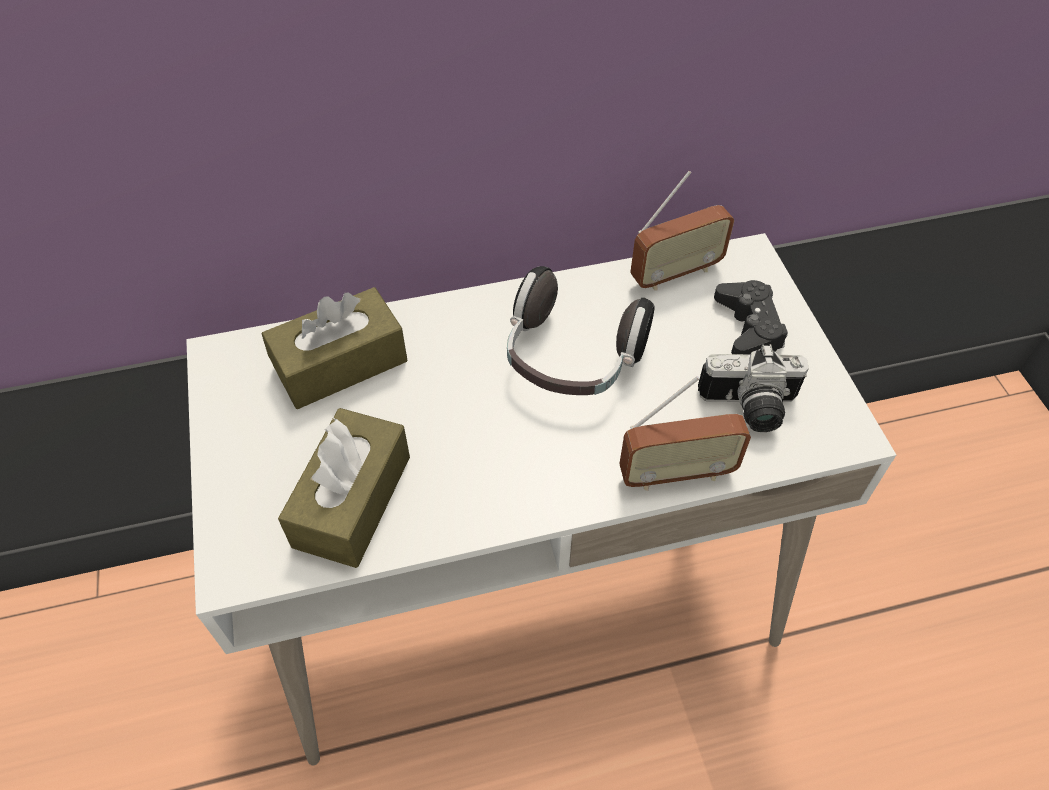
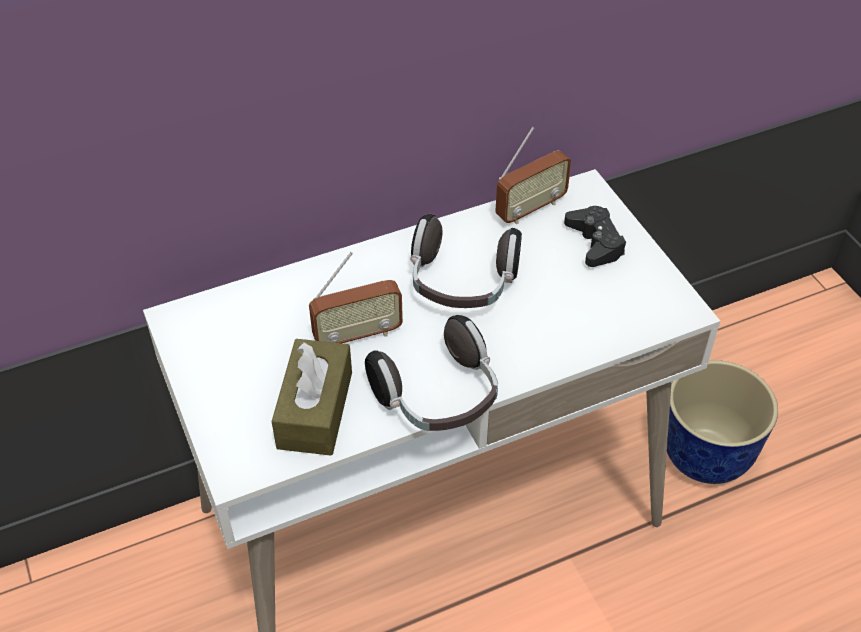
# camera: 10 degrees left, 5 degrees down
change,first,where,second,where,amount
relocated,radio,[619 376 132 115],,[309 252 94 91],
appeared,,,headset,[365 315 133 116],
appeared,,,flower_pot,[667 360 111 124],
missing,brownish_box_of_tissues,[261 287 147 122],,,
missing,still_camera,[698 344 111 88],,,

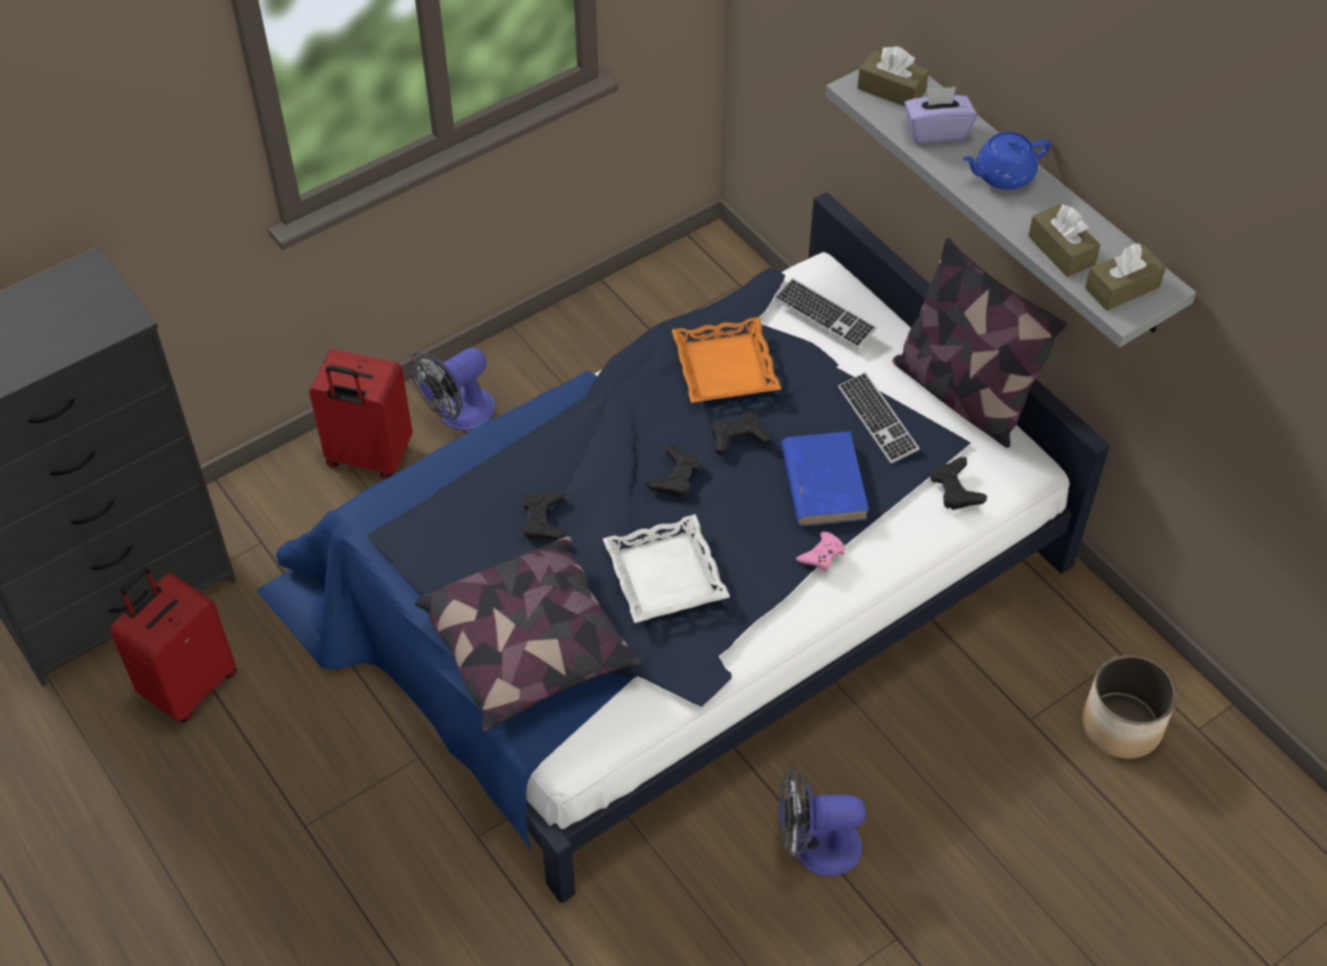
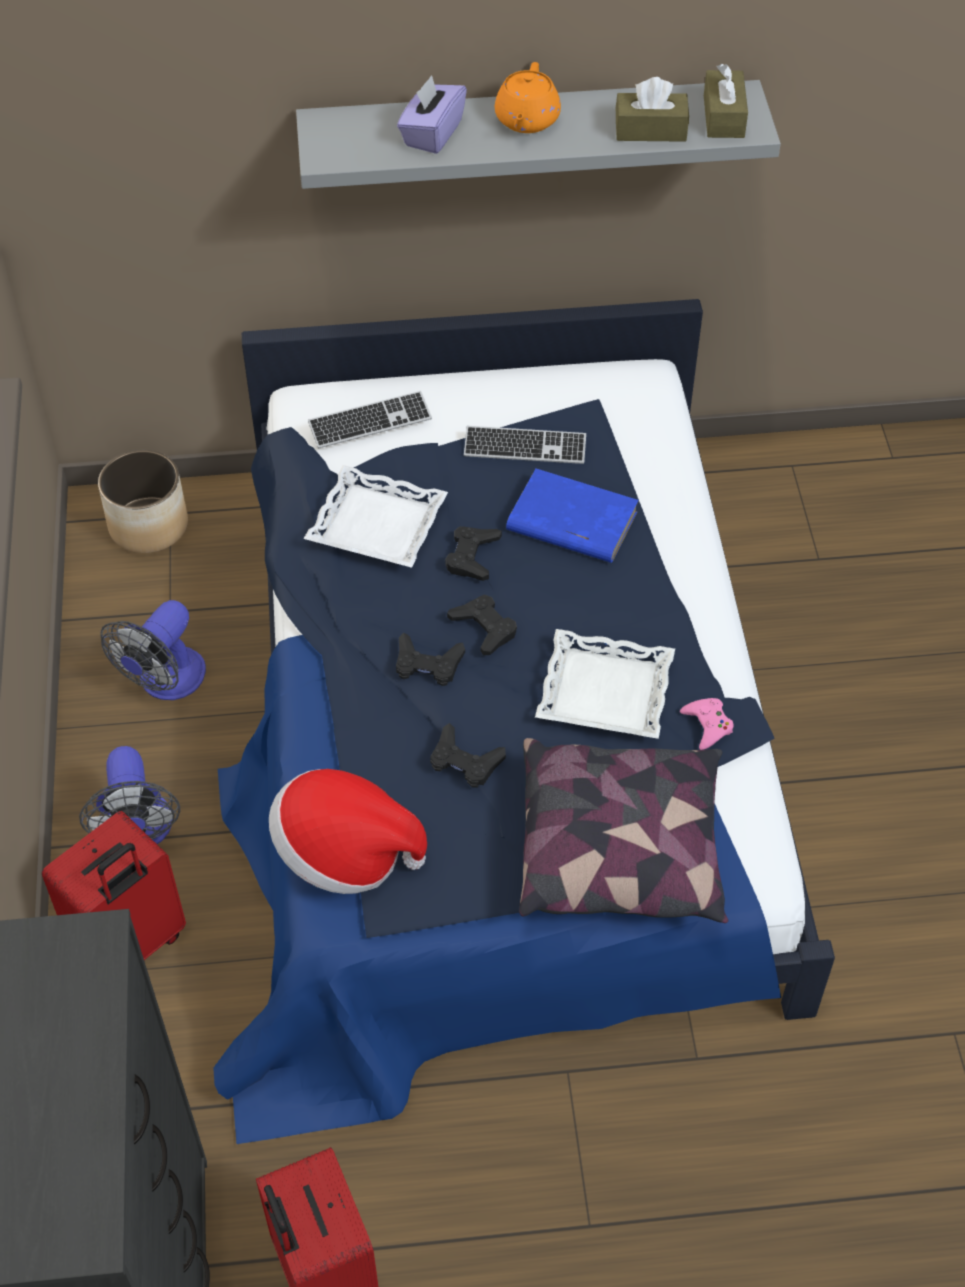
# camera: 60 degrees left, 0 degrees up
change,first,where,second,where,amount
relocated,flower_pot,[1082 654 95 105],,[98 450 90 103],
relocated,cooling_fan,[779 767 87 109],,[101 600 105 100],
appeared,,,hat,[269 769 158 125],
colour,orange_serving_tray,[672 317 109 86],whitish_serving_tray,[304 465 144 103],
relocated,black_game_controller,[931 457 56 53],,[396 633 69 53],
colour,blue_teapot,[962 132 89 58],orange_teapot,[495 62 66 71],
relocated,pink-coloured_game_controller,[796 531 49 41],,[680 698 54 52],
missing,brownish_box_of_tissues,[857 46 72 60],,,
missing,pillow,[892 238 176 210],,,

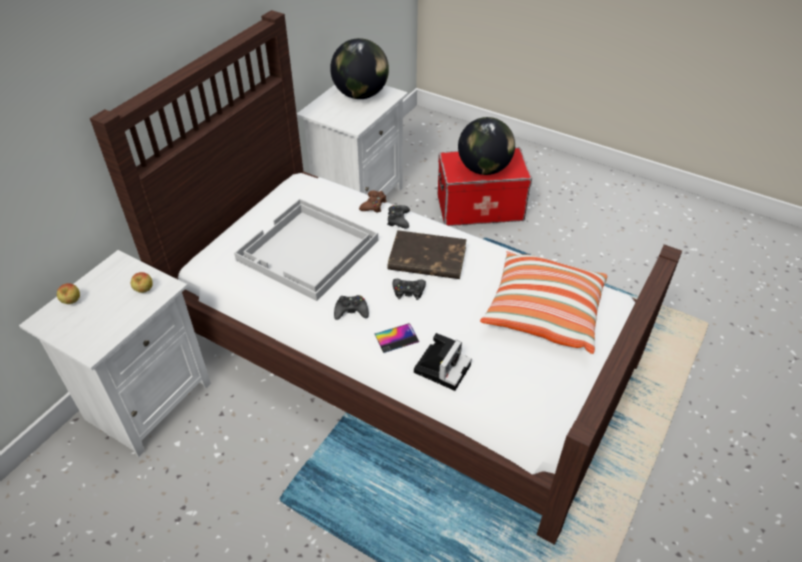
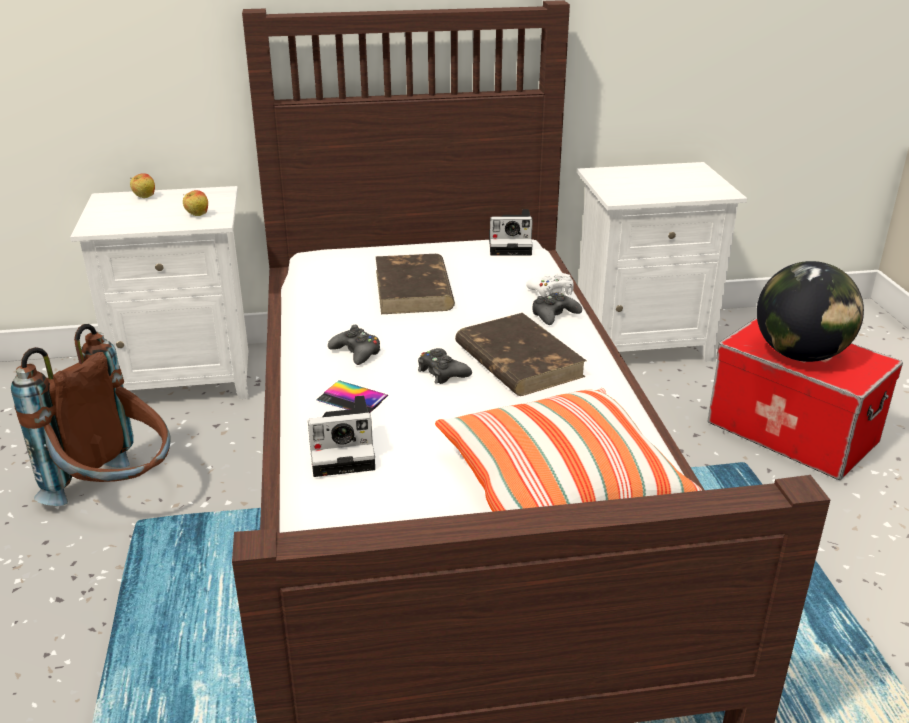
# camera: 50 degrees right, 15 degrees down
change,first,where,second,where,amount
appeared,,,brownish_rucksack,[11 324 159 182],
exchanged,whitish_serving_tray,[234 199 144 102],brownish_bound_book,[376 254 79 60],
appeared,,,still_camera,[489 209 44 47],
colour,brownish_game_controller,[359 191 28 22],whitish_game_controller,[526 273 48 24],
missing,globe,[330 38 59 61],,,

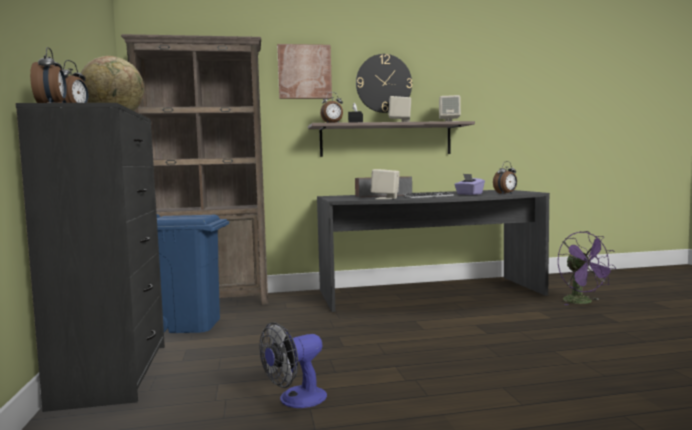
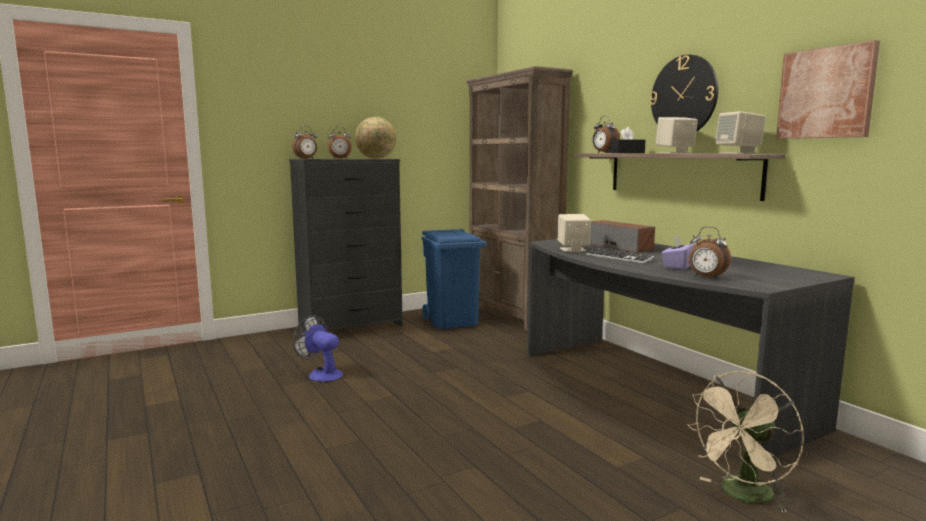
# camera: 70 degrees right, 5 degrees up
change,first,where,second,where,amount
colour,purple_cooling_fan,[558 231 58 74],sand-coloured_cooling_fan,[687 371 117 142],
relocated,picture,[277 44 55 55],,[776 40 104 99],

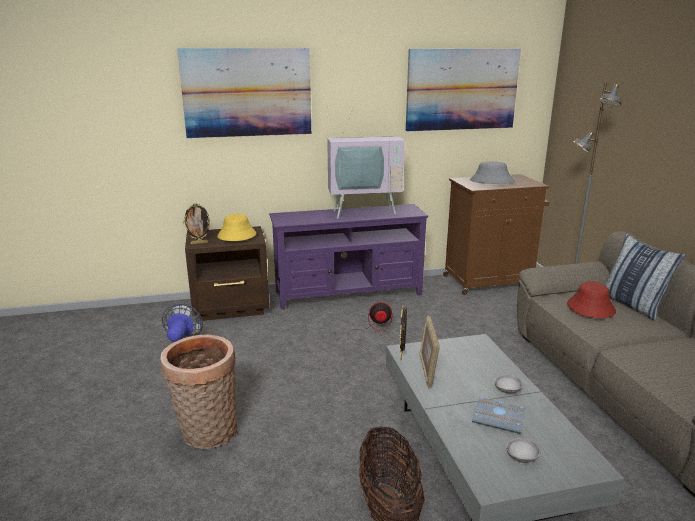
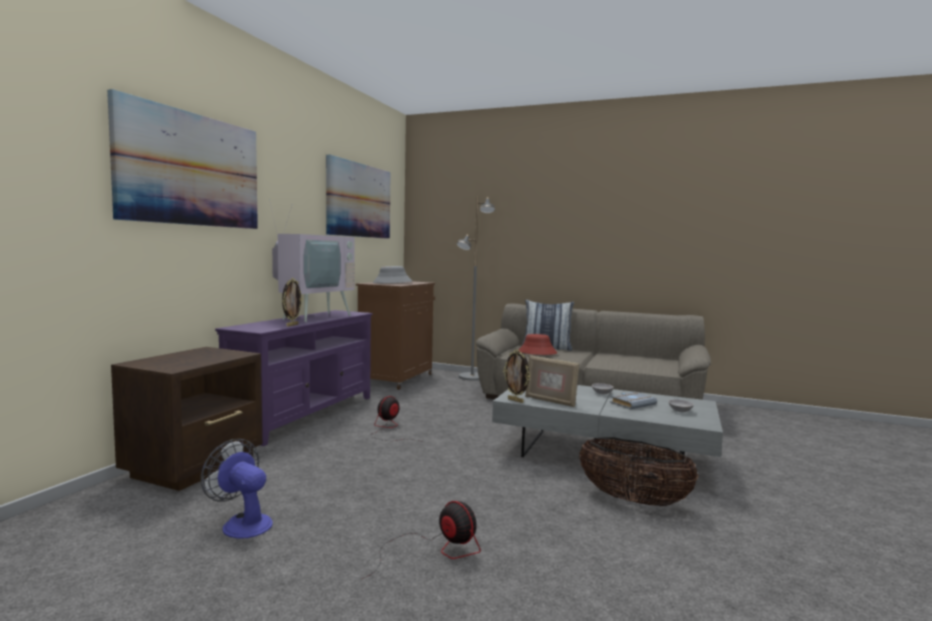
# camera: 55 degrees left, 15 degrees down
change,first,where,second,where,amount
relocated,photo_frame,[183 203 29 41],,[282 278 21 49],
exchanged,basket,[161 335 76 114],cooling_fan,[361 501 120 79],
missing,yellowish_hat,[217 214 39 27],,,

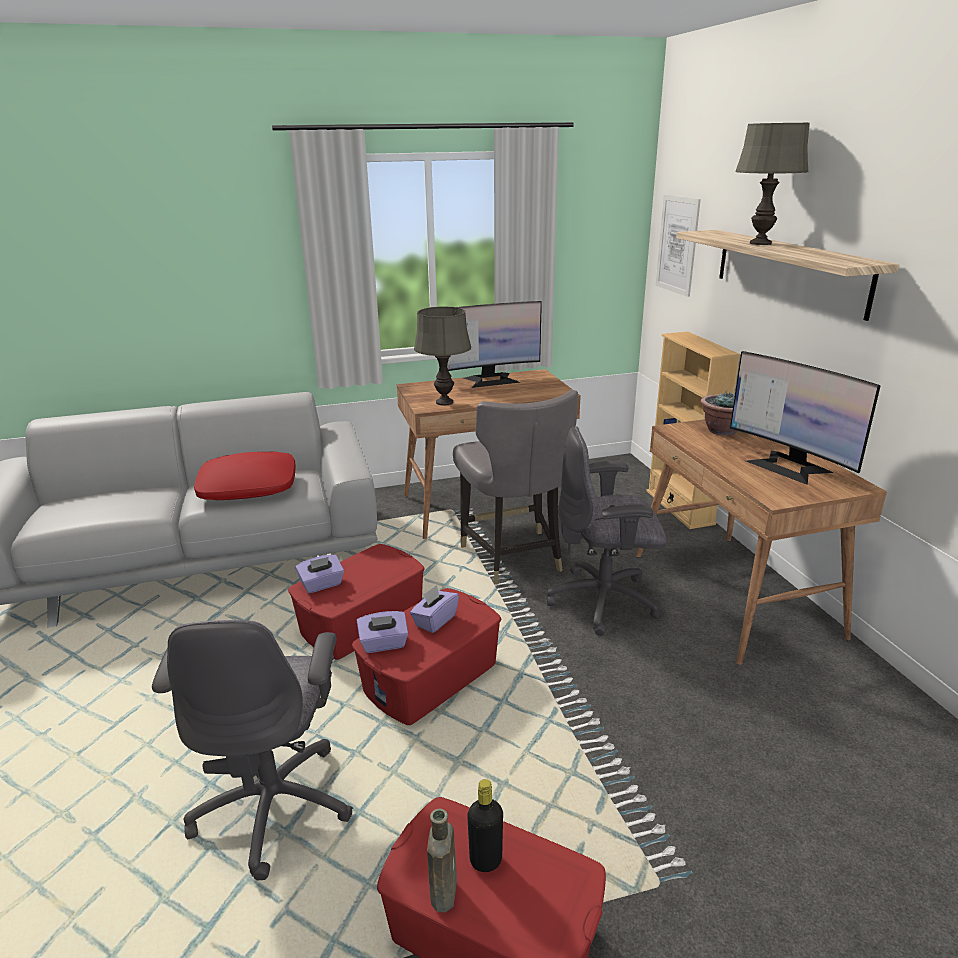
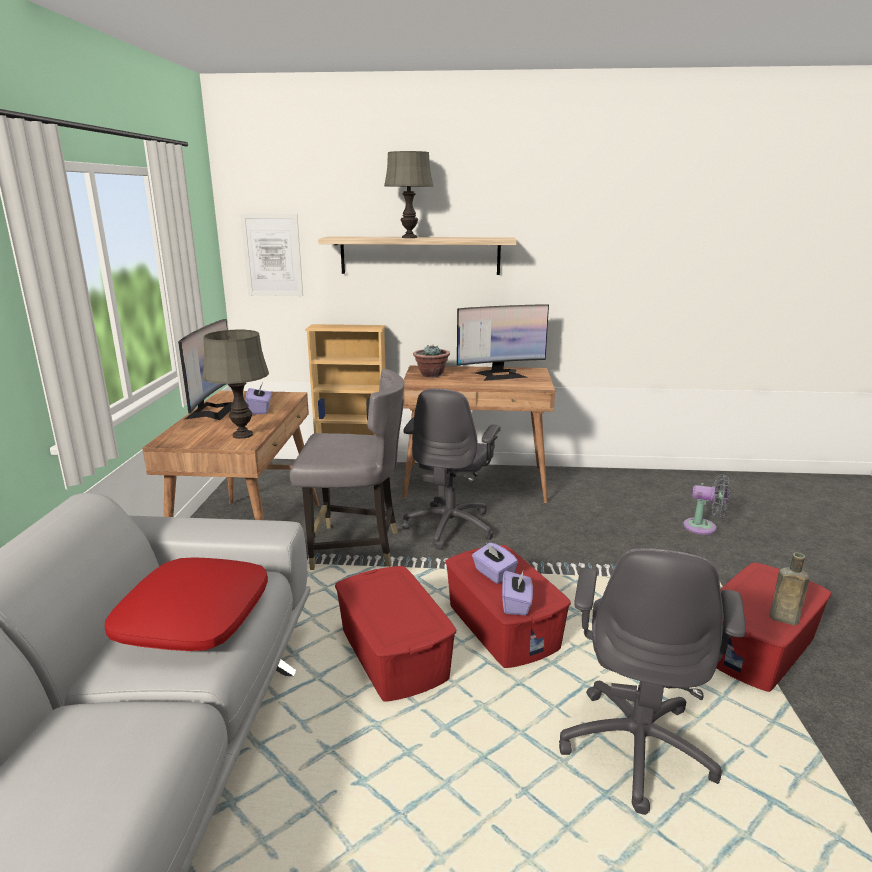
# camera: 70 degrees left, 5 degrees down
change,first,where,second,where,amount
relocated,purple_box_of_tissues,[295 555 49 38],,[246 383 25 32],
spun,greyish_computer_chair,[152 620 201 260],,[559 548 187 267],90 degrees clockwise
appeared,,,greyish_cooling_fan,[683 474 47 61],
missing,black_drink_bottle,[467 779 36 93],,,

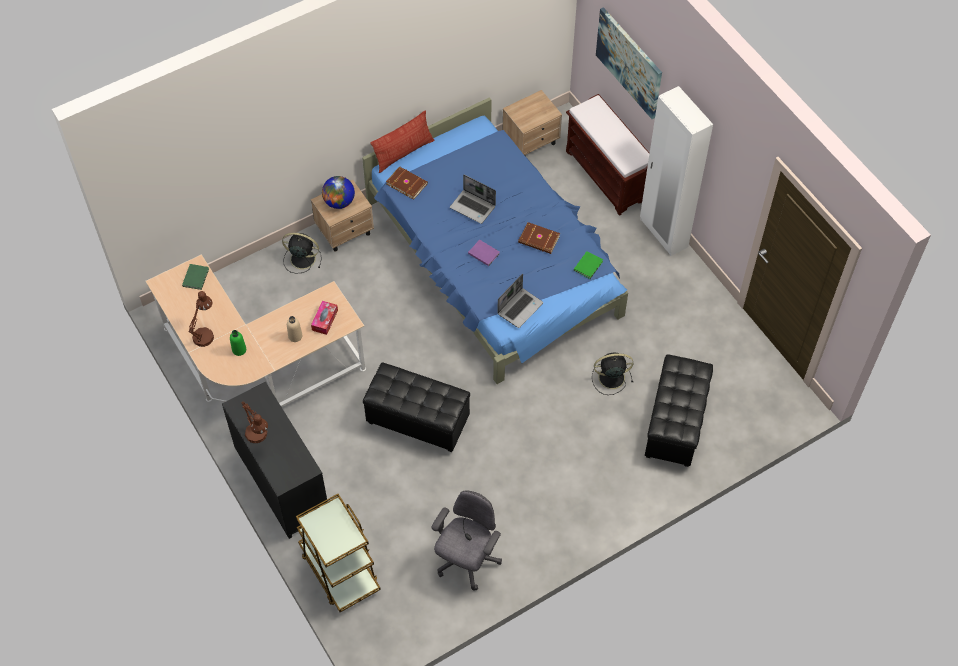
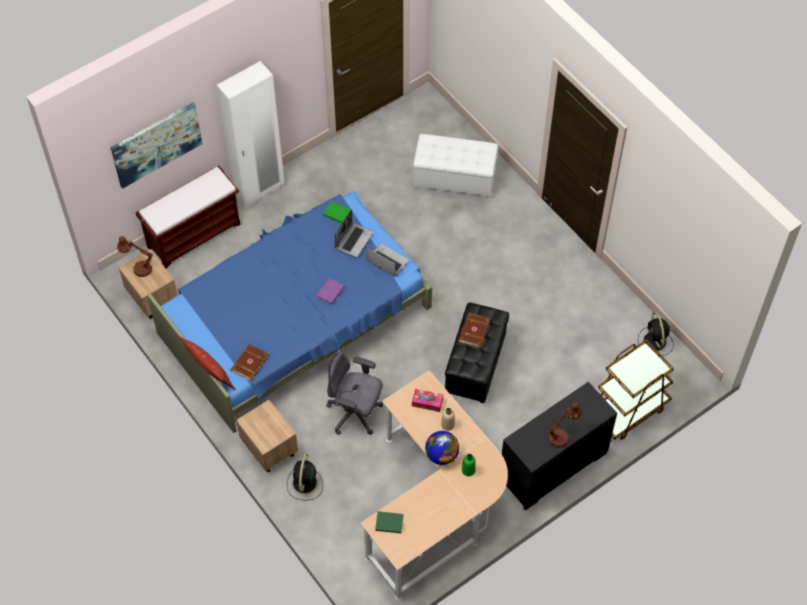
# camera: 95 degrees left, 0 degrees up
change,first,where,second,where,amount
relocated,brownish_tabletop_lamp,[189 291 25 56],,[117 236 36 41],
relocated,greyish_computer_chair,[431 490 71 101],,[326 352 57 83],
relocated,laptop,[450 175 46 49],,[334 209 39 49],
colour,black_footrest,[645 354 68 113],whitish_footrest,[413 134 85 64],
relocated,globe,[322 176 33 33],,[425 431 34 34],
relocated,brownish_bound_book,[518 222 42 32],,[459 313 32 35],
relocated,black_cooling_fan,[592 352 42 43],,[638 312 35 45],

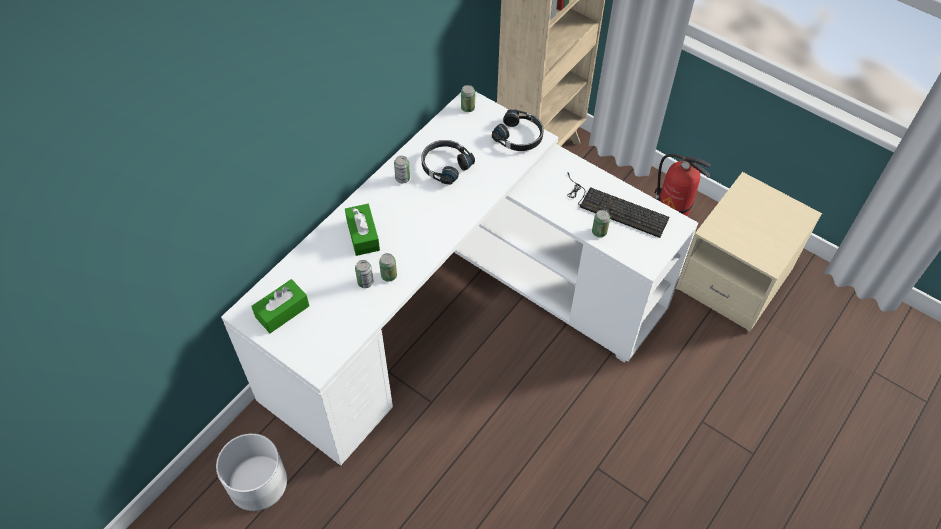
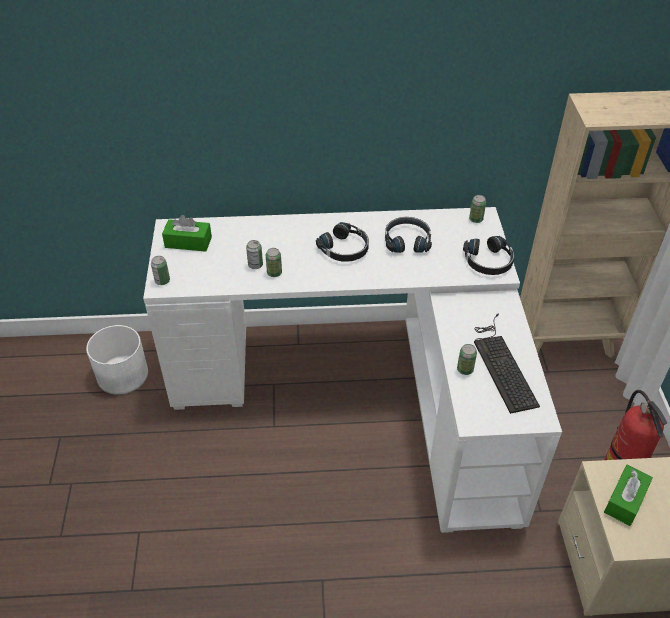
# camera: 50 degrees right, 10 degrees down
change,first,where,second,where,amount
relocated,can,[394 156 16 27],,[151 256 19 29],
appeared,,,black_headset,[316 222 53 40],
relocated,green-coloured_box_of_tissues,[345 204 35 52],,[604 465 49 61],

